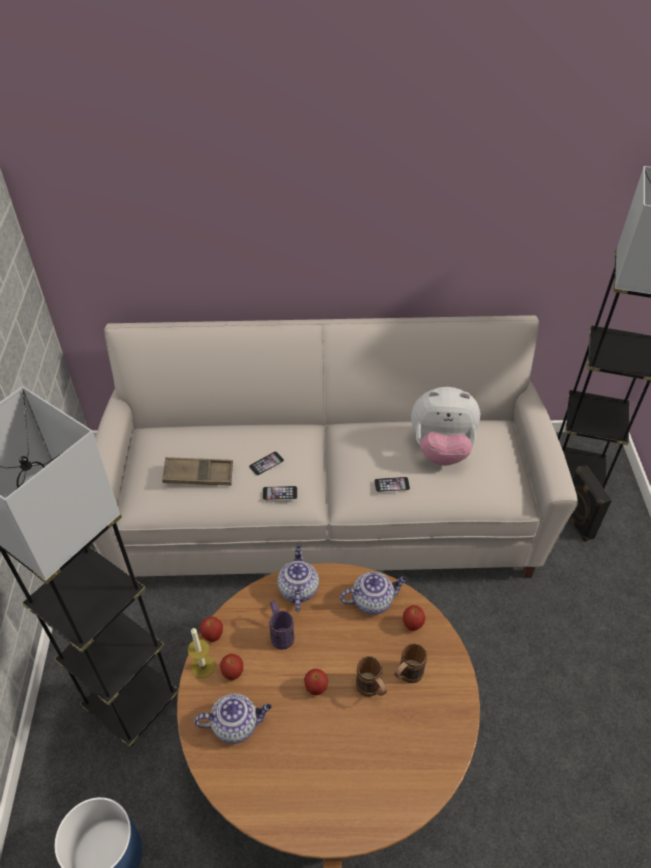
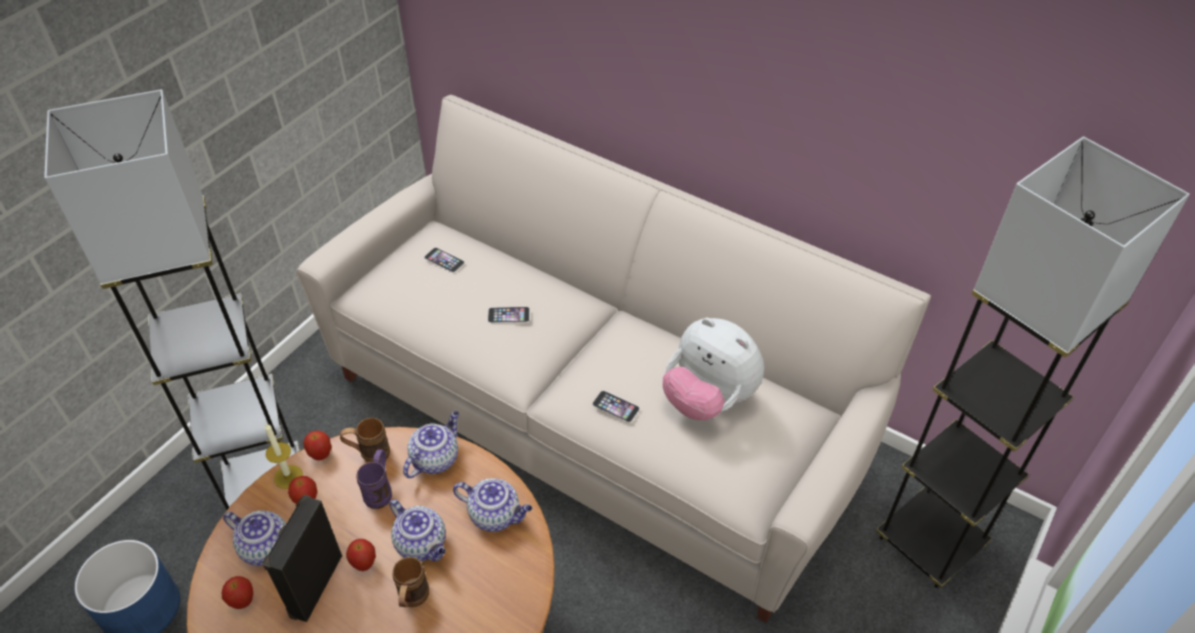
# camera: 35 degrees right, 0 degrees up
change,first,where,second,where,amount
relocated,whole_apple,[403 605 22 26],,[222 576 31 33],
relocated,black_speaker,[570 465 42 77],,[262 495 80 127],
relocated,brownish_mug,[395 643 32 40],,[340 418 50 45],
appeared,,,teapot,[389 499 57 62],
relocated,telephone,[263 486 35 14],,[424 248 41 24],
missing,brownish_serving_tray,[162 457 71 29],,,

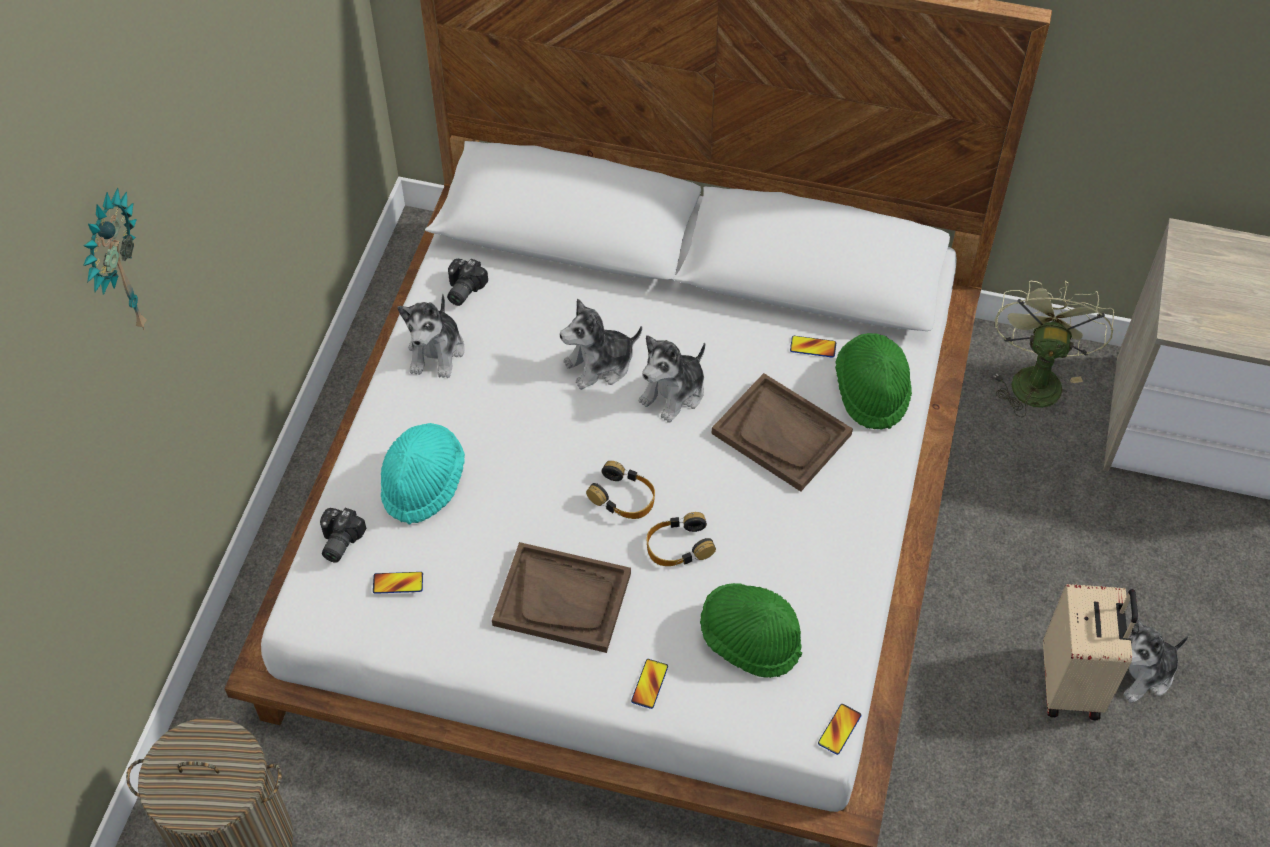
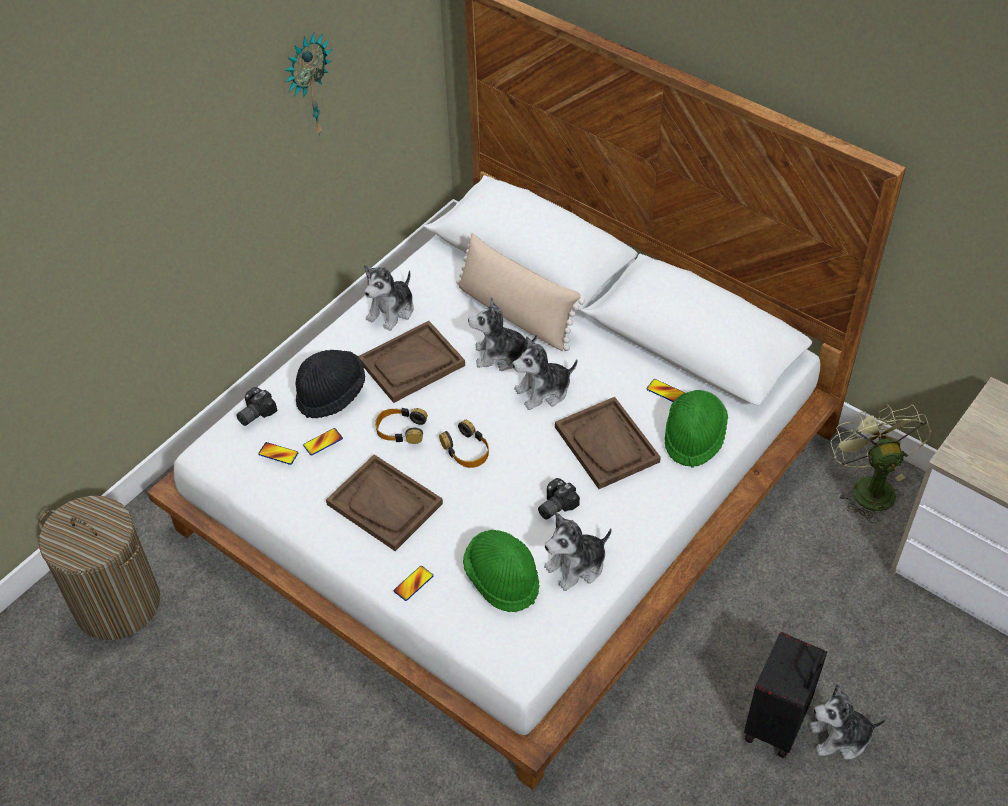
# camera: 25 degrees right, 5 degrees down
change,first,where,second,where,amount
relocated,wall_clock,[83 188 64 142],,[285 32 47 104],
colour,turquoise-coloured_hat,[381 423 84 102],black_hat,[295 350 70 68],
relocated,telephone,[818 704 44 51],,[303 428 40 27],
appeared,,,brownish_serving_tray,[358 321 107 82],
relocated,headset,[646 512 70 54],,[375 408 53 36],
appeared,,,sand-coloured_pillow,[456 233 129 118],
relocated,still_camera,[447 259 41 47],,[538 478 42 42],
appeared,,,cuddly_toy,[544 512 68 79],
colour,sand-coloured_travel_case,[1043 584 95 136],black_travel_case,[744 632 83 126],
spun,green-coloured_cooling_fan,[993 281 121 136],,[830 404 102 119],45 degrees counterclockwise

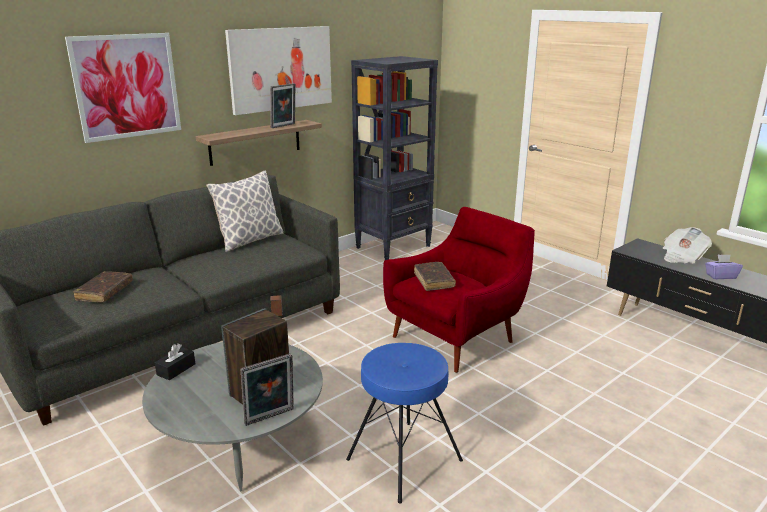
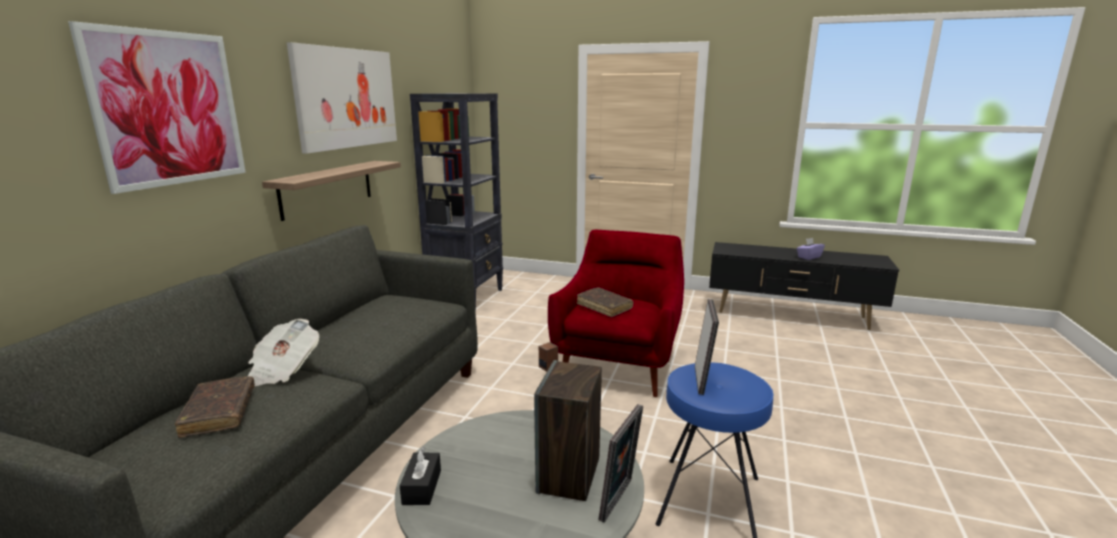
# camera: 30 degrees left, 5 degrees down
change,first,where,second,where,amount
relocated,printed_paper,[663 227 49 37],,[248 319 71 67],
relocated,photo_frame,[270 83 26 45],,[695 299 24 96],
missing,pillow,[206 171 77 81],,,

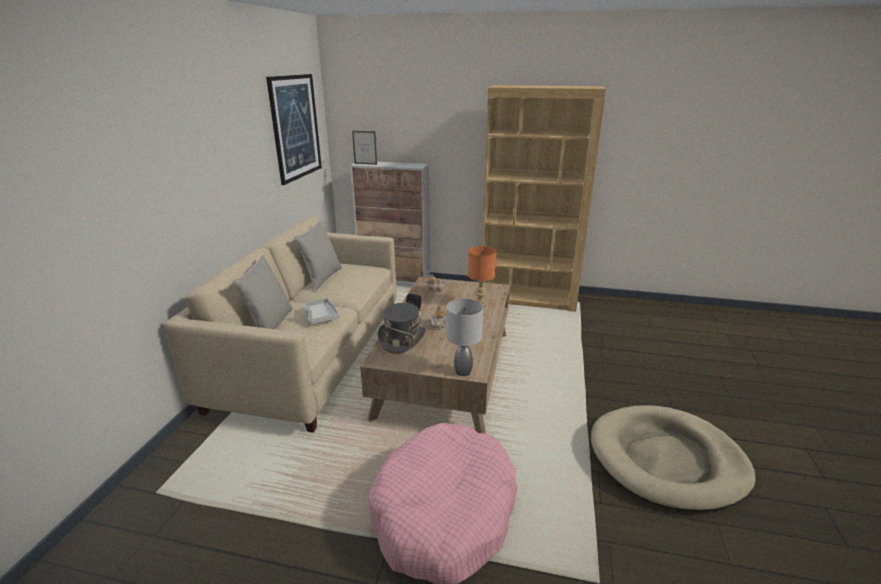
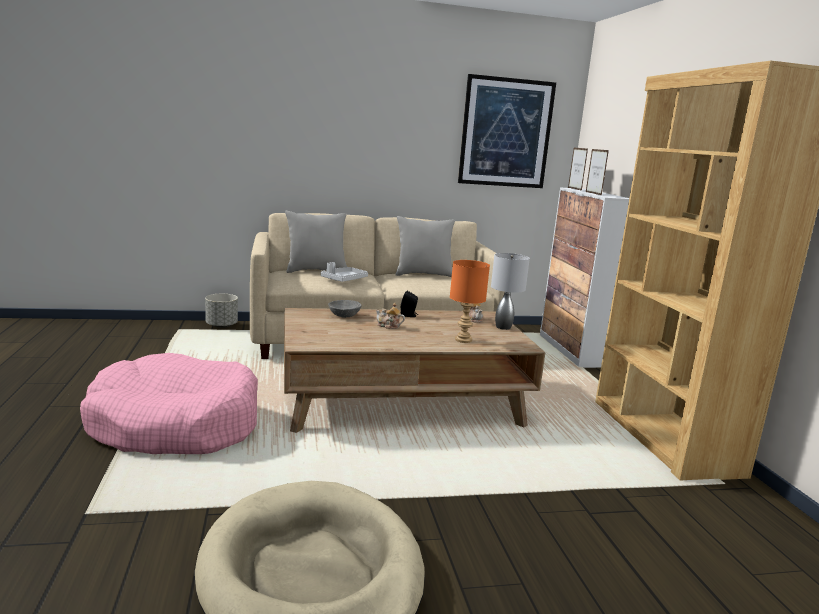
# camera: 65 degrees right, 10 degrees down
change,first,where,second,where,amount
appeared,,,greyish_flower_pot,[205 294 33 34],
exchanged,greyish_hat,[378 303 48 51],greyish_deep_dish,[328 300 34 18],
relocated,greyish_tabletop_lamp,[446 299 37 77],,[491 253 39 77],
appeared,,,photo_frame,[586 149 23 46],

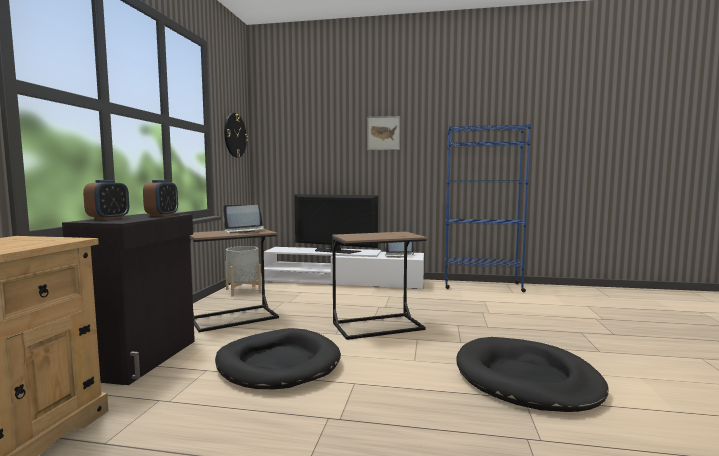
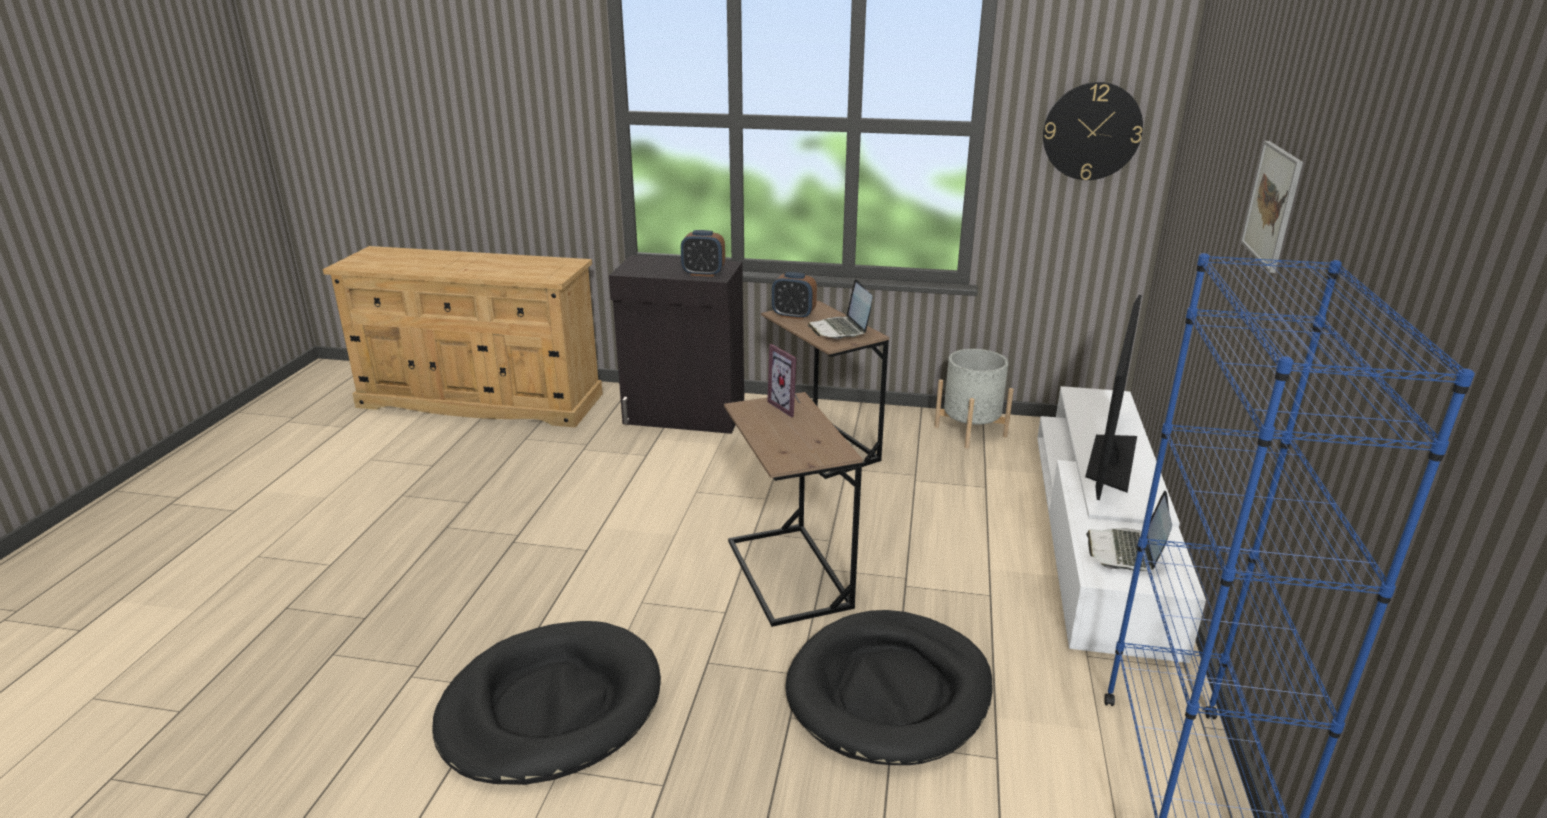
# camera: 90 degrees right, 20 degrees up
change,first,where,second,where,amount
appeared,,,photo_frame,[768 344 33 73],
relocated,bedside_clock,[83 180 46 40],,[772 272 45 48],
relocated,black_dog_cushion,[215 328 126 61],,[785 610 207 155],

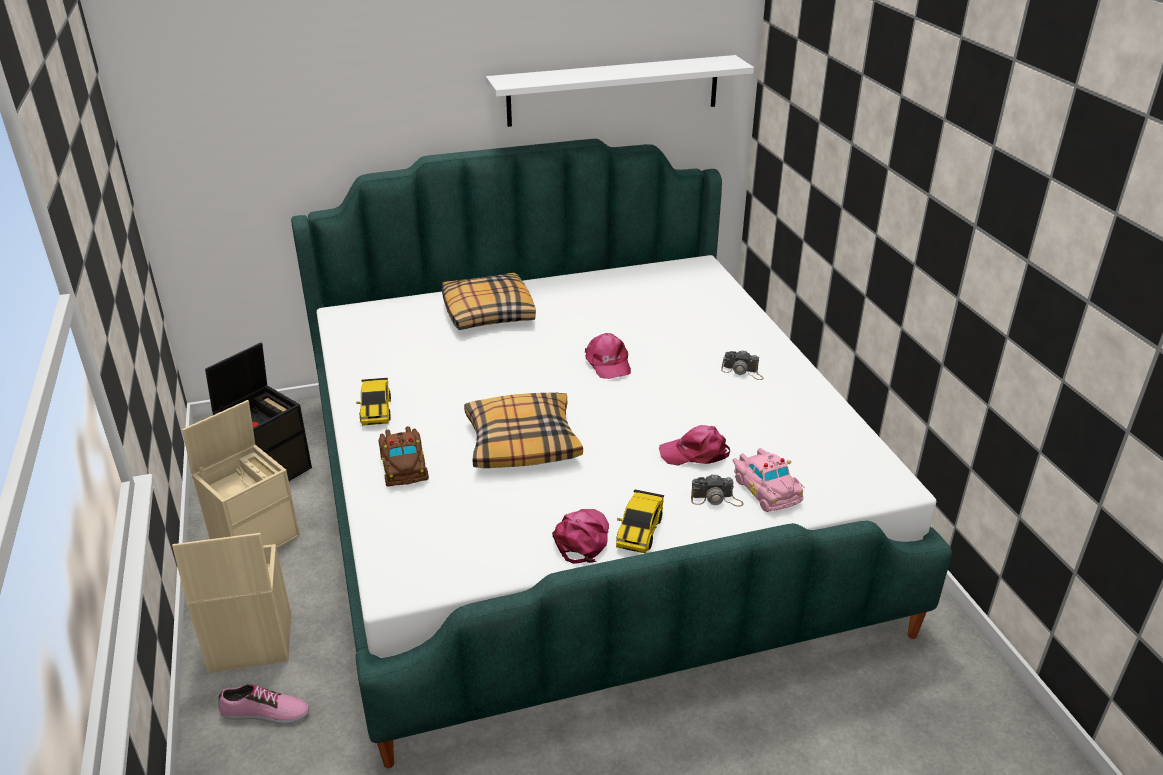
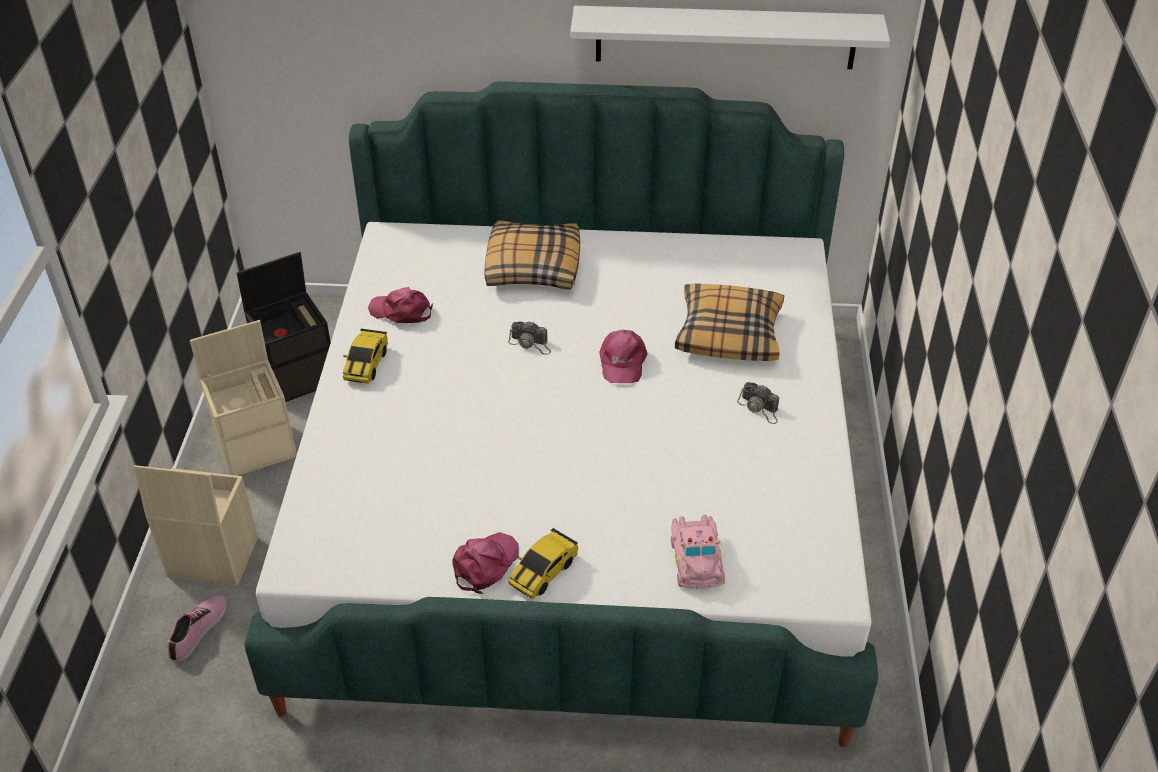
# camera: 20 degrees right, 10 degrees up
change,first,where,second,where,amount
spun,shoe,[219 684 90 40],,[167 595 60 67],90 degrees counterclockwise
relocated,pink-coloured_peaked_cap,[659 425 71 41],,[368 287 65 36],
relocated,still_camera,[691 474 53 33],,[508 321 43 34],
relocated,pillow,[464 393 119 75],,[675 284 109 77],
missing,brownish_toy_car,[378 426 51 61],,,

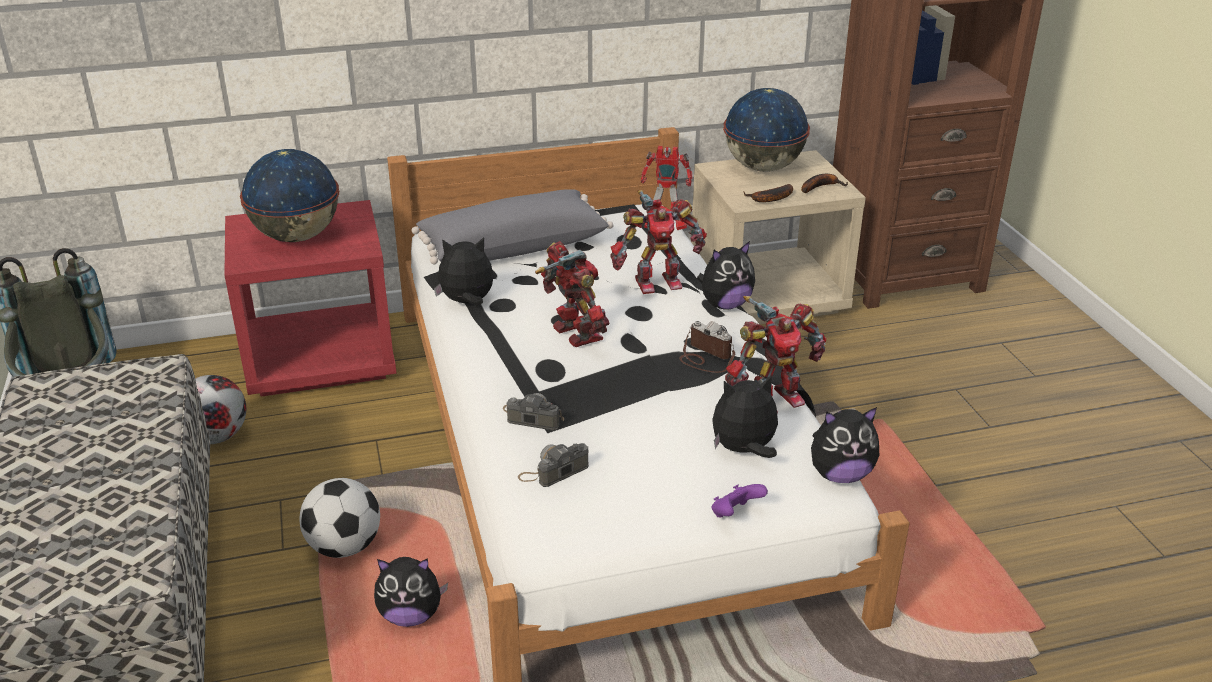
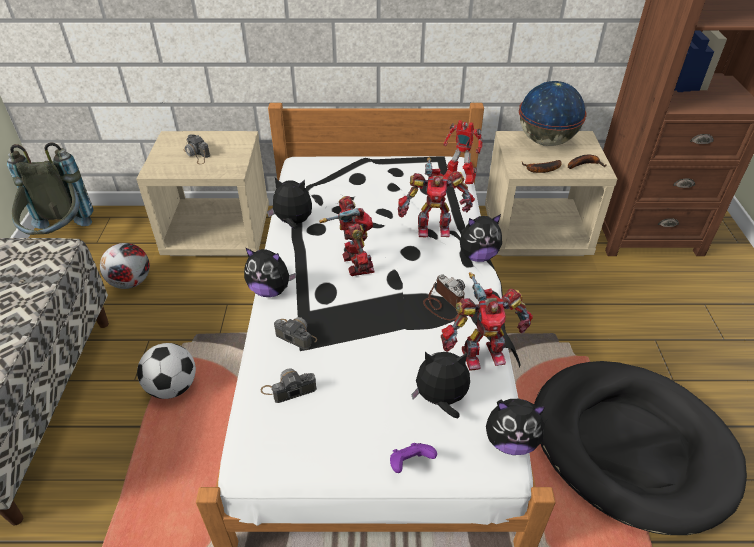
# camera: 15 degrees right, 10 degrees up
change,first,where,second,where,amount
colour,red_nightstand,[225 200 172 197],sand-coloured_nightstand,[137 131 132 125],
exchanged,globe,[240 149 99 93],still_camera,[184 134 26 30],
relocated,cuddly_toy,[374 557 74 70],,[244 248 53 49],
appeared,,,black_dog_cushion,[534 361 213 174],
missing,greyish_pillow,[412 189 201 75],,,

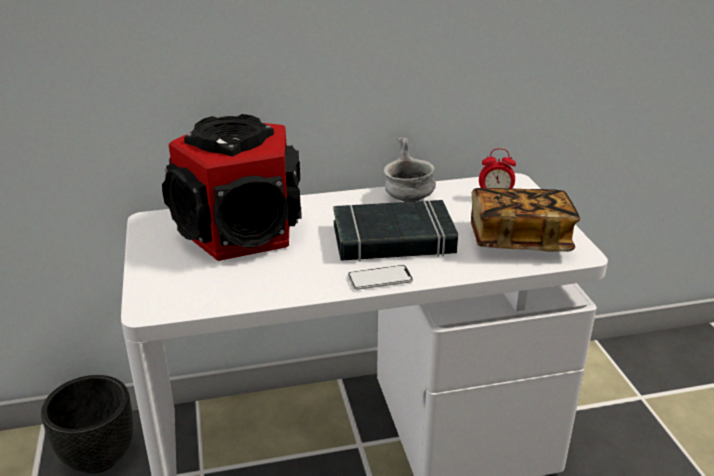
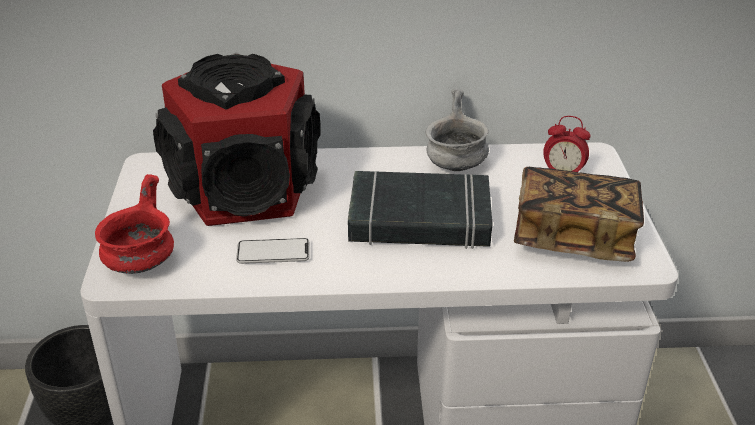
# camera: 10 degrees right, 5 degrees up
change,first,where,second,where,amount
appeared,,,red_deep_dish,[95 174 79 100],
relocated,telephone,[348 265 65 25],,[236 238 74 26],

